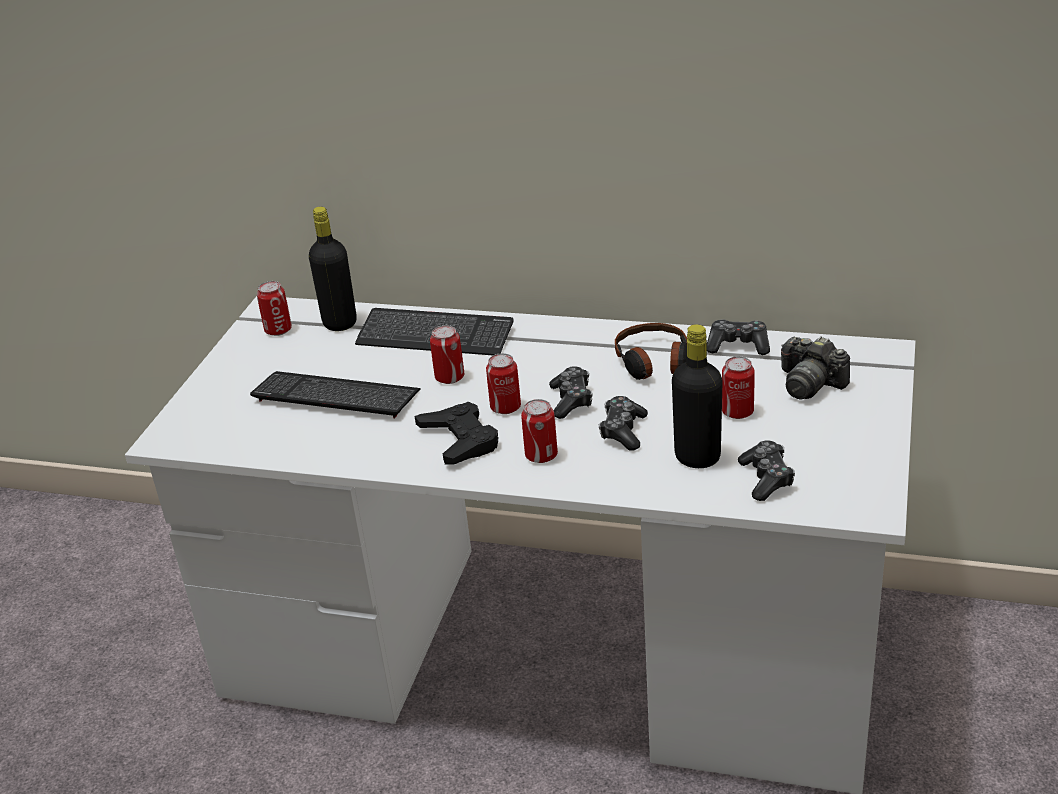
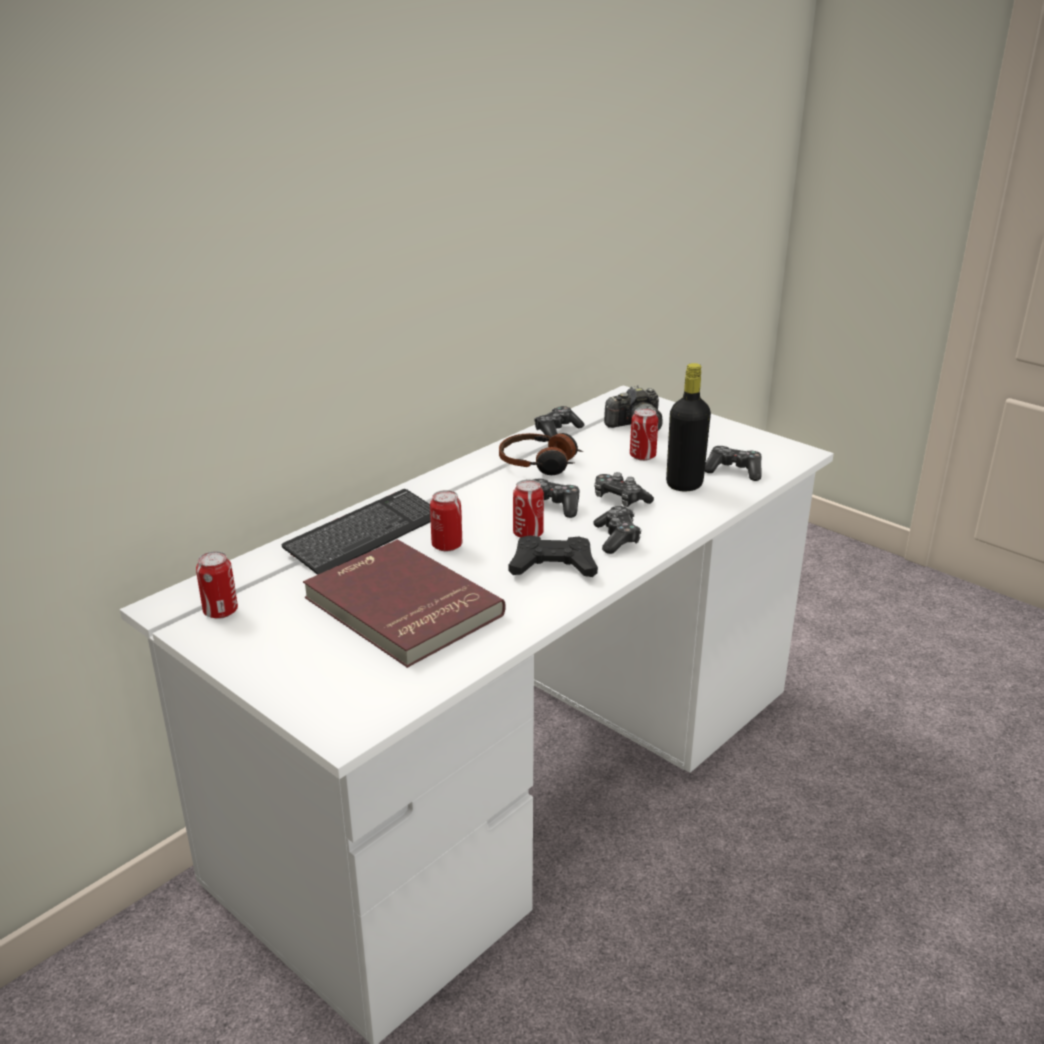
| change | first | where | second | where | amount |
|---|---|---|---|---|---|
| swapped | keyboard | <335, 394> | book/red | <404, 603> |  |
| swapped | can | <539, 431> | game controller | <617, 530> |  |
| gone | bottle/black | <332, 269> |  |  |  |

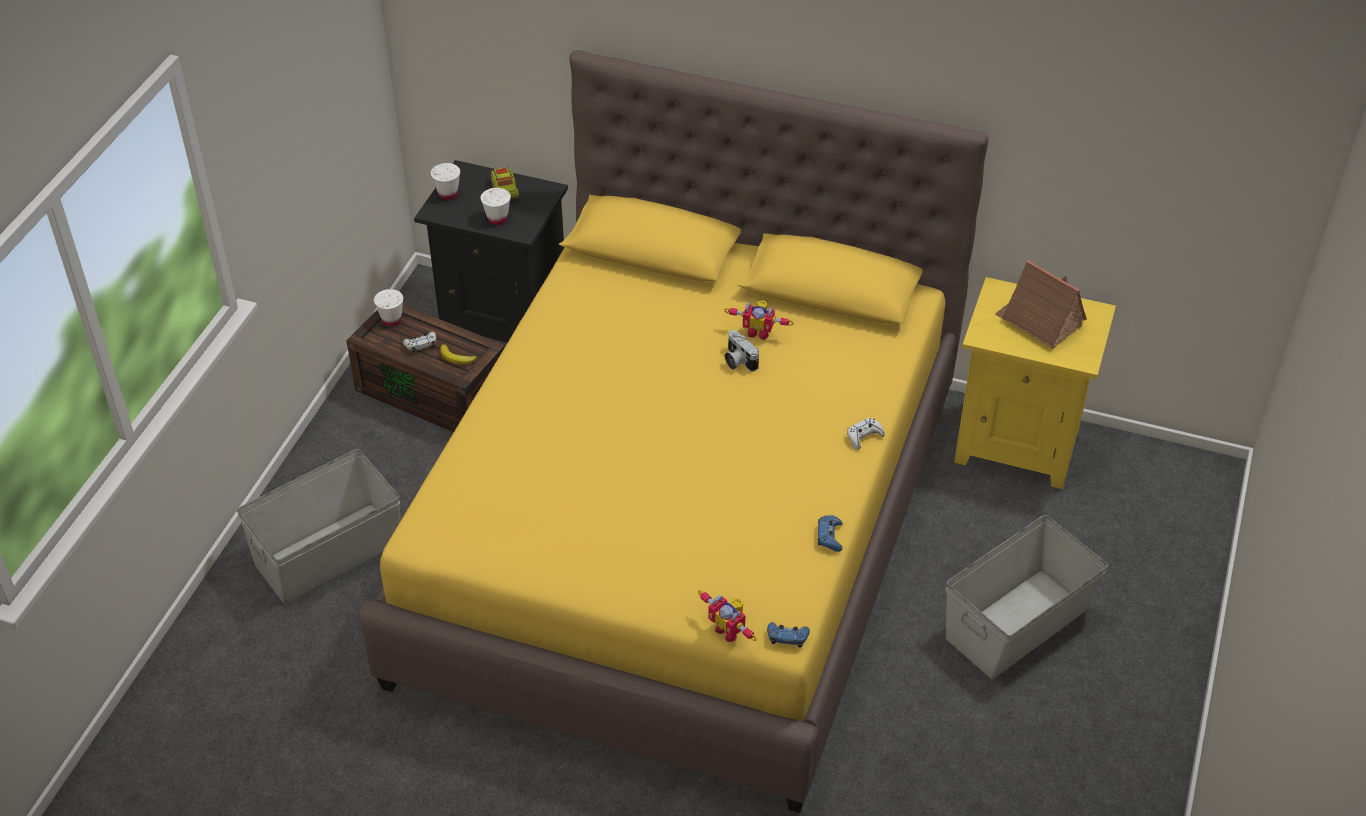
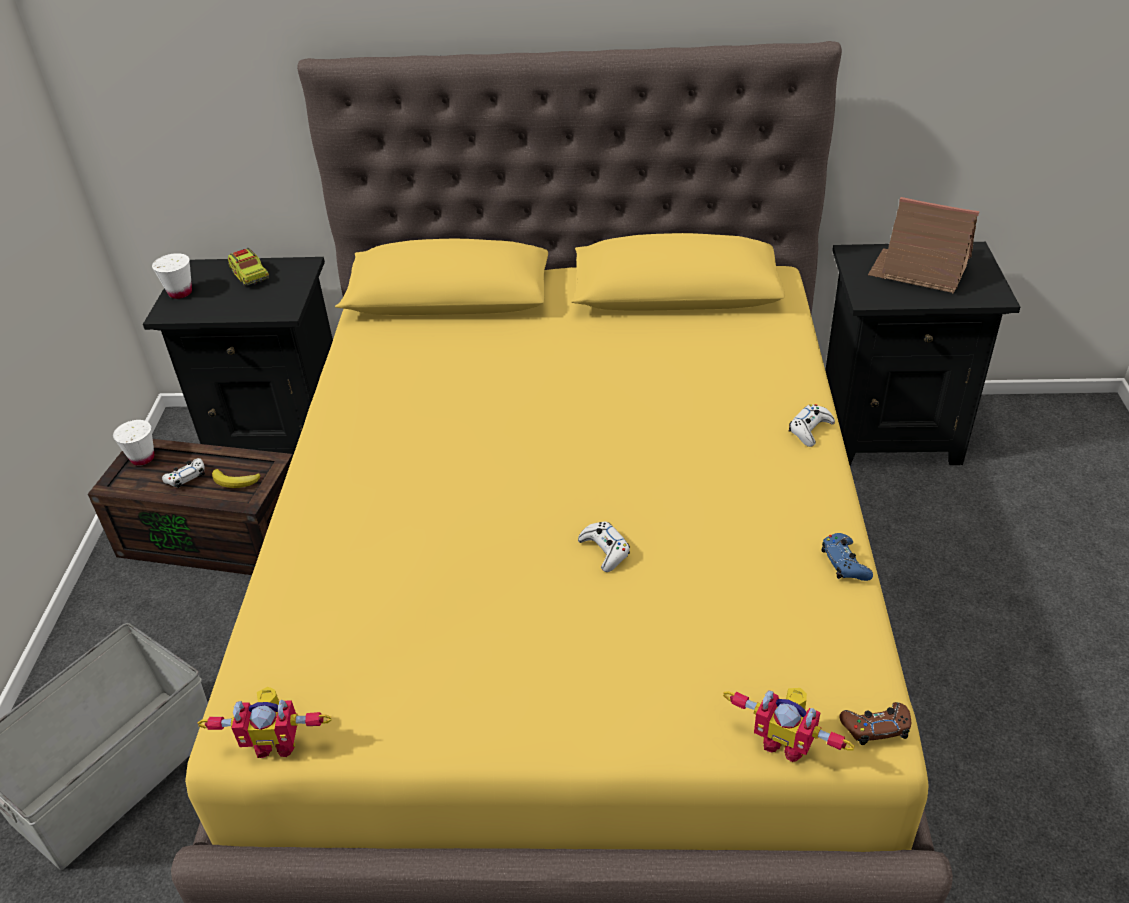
| change | first | where | second | where | amount |
|---|---|---|---|---|---|
| shifted | toy robot | <759, 320> |  | <264, 722> |  |
| new |  |  | game controller/white | <604, 547> |  |
| repainted | nightstand/yellow | <1035, 383> | nightstand/black | <922, 353> |  |
| repainted | game controller/blue | <788, 635> | game controller/brown | <875, 723> |  |
| gone | cup/white | <496, 206> |  |  |  |
| gone | photo camera | <742, 351> |  |  |  |
| gone | storage box/grey | <1027, 597> |  |  |  |

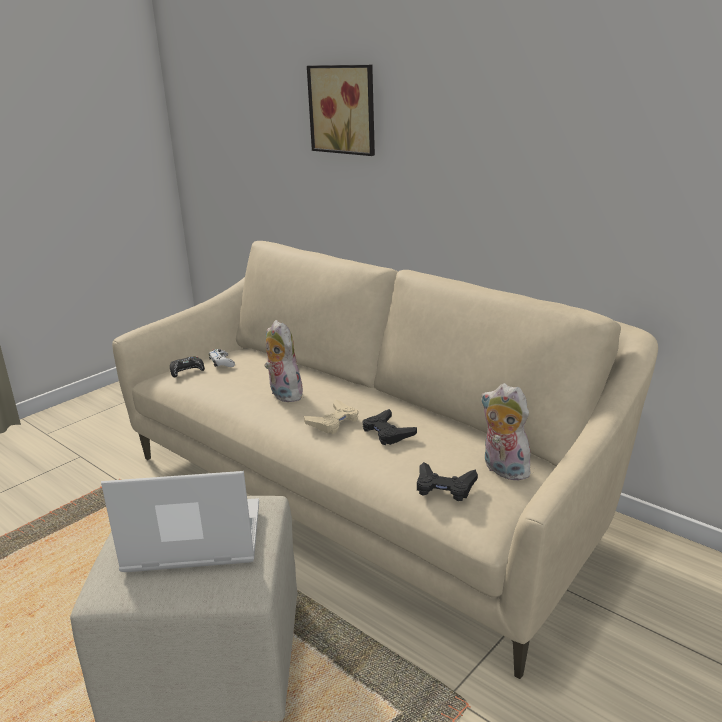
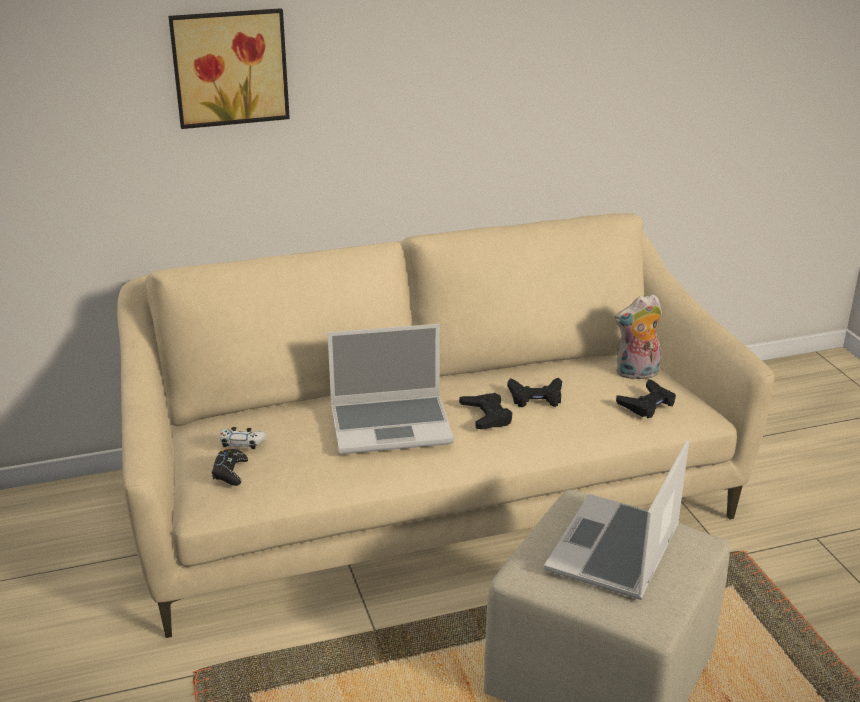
| change | first | where | second | where | amount |
|---|---|---|---|---|---|
| swapped | plush toy | <283, 361> | laptop | <390, 389> |  |
| repainted | game controller/beige | <331, 416> | game controller/black | <485, 411> |  |

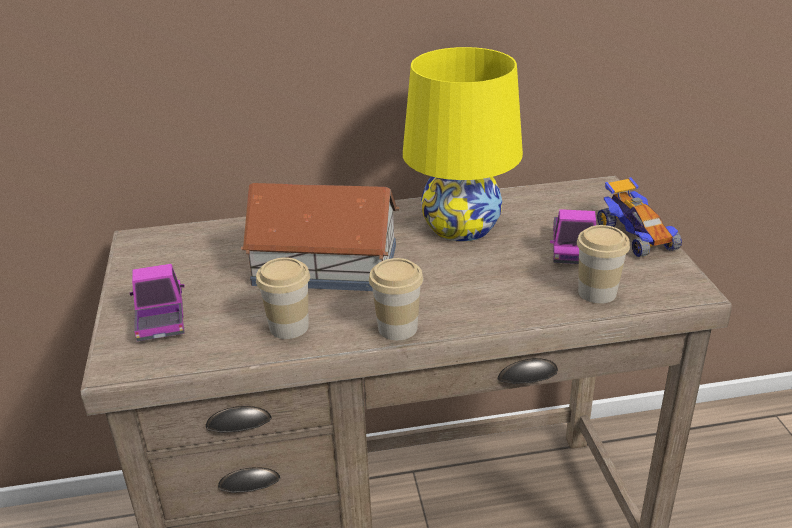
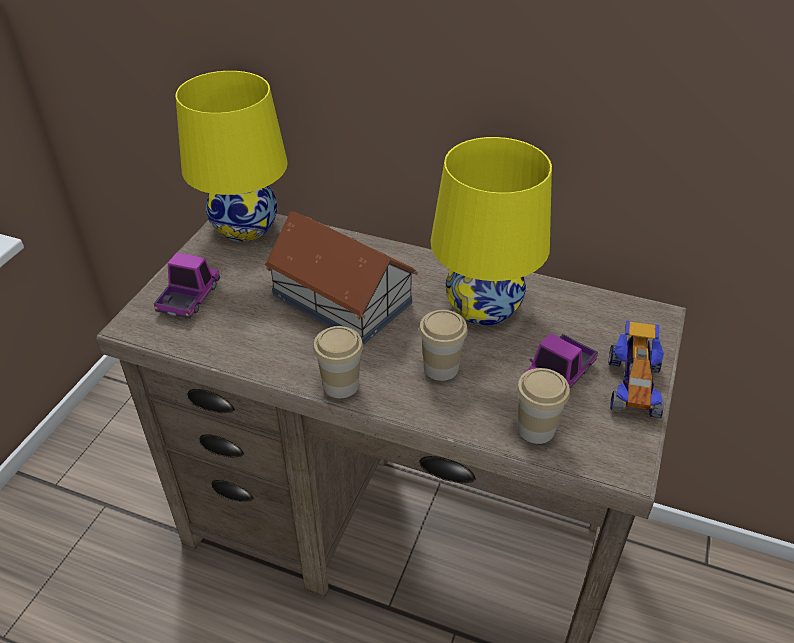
| change | first | where | second | where | amount |
|---|---|---|---|---|---|
| new |  |  | table lamp/yellow | <232, 156> |  |
| shifted | cup | <283, 298> |  | <443, 345> |  |

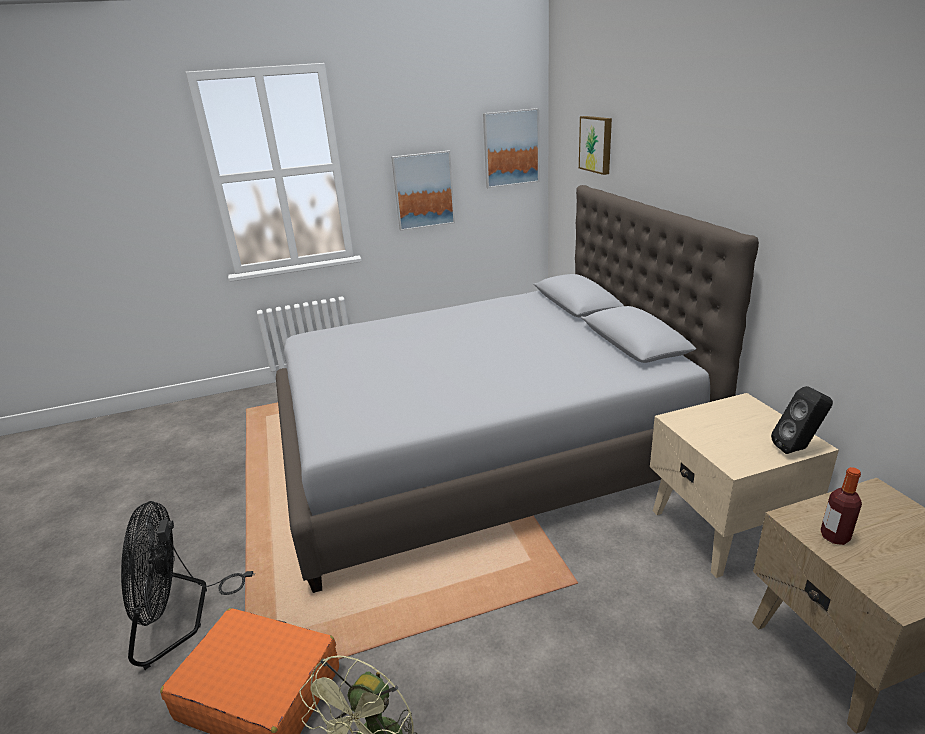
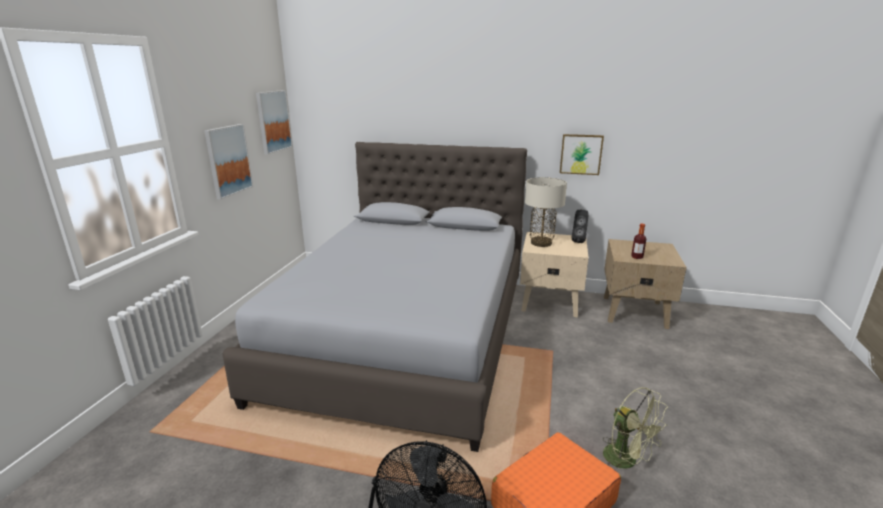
| change | first | where | second | where | amount |
|---|---|---|---|---|---|
| new |  |  | table lamp | <546, 212> |  |
| shifted | picture | <595, 145> |  | <582, 154> |  |

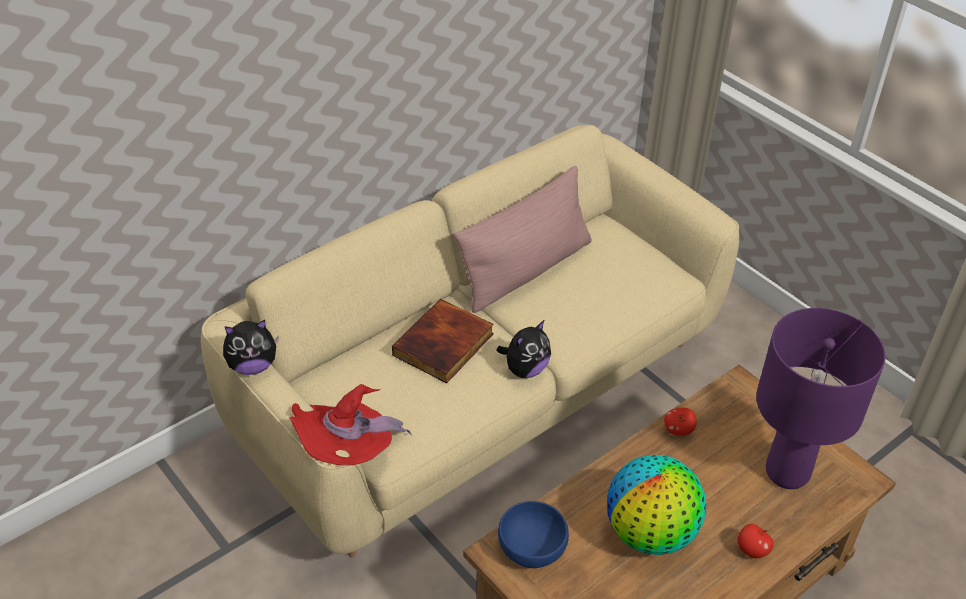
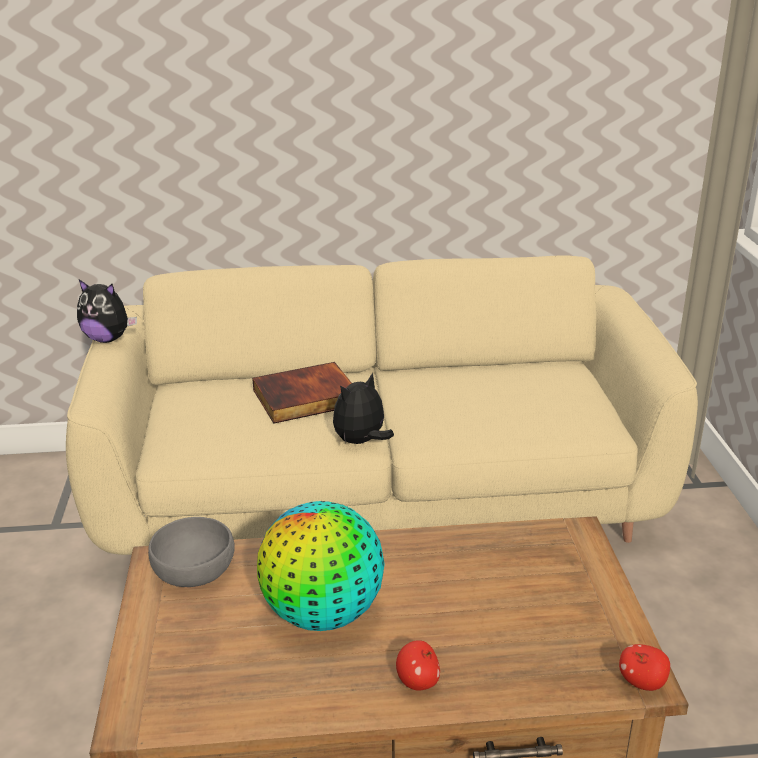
| change | first | where | second | where | amount |
|---|---|---|---|---|---|
| repainted | bowl/blue | <533, 534> | bowl/grey | <191, 552> |  |
| rotated | plush toy | <523, 349> |  | <363, 408> | 150 degrees clockwise |
| shifted | apple | <680, 422> |  | <644, 667> |  |
| gone | hat/red | <350, 425> |  |  |  |
| gone | pillow/pink | <523, 239> |  |  |  |
| gone | table lamp/purple | <821, 398> |  |  |  |

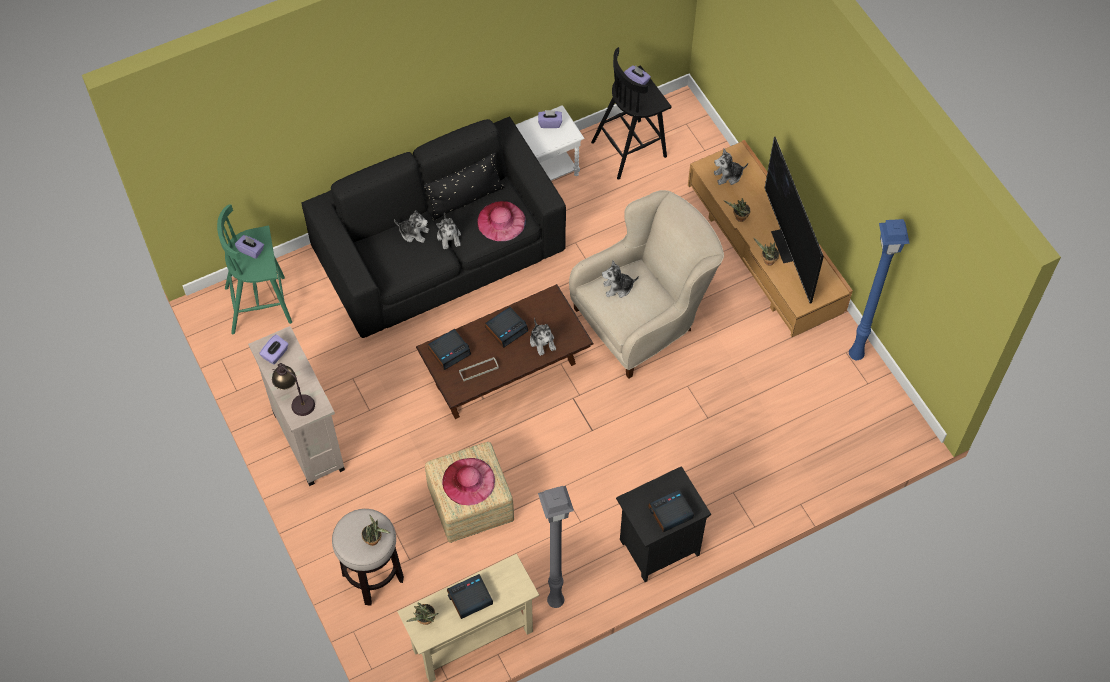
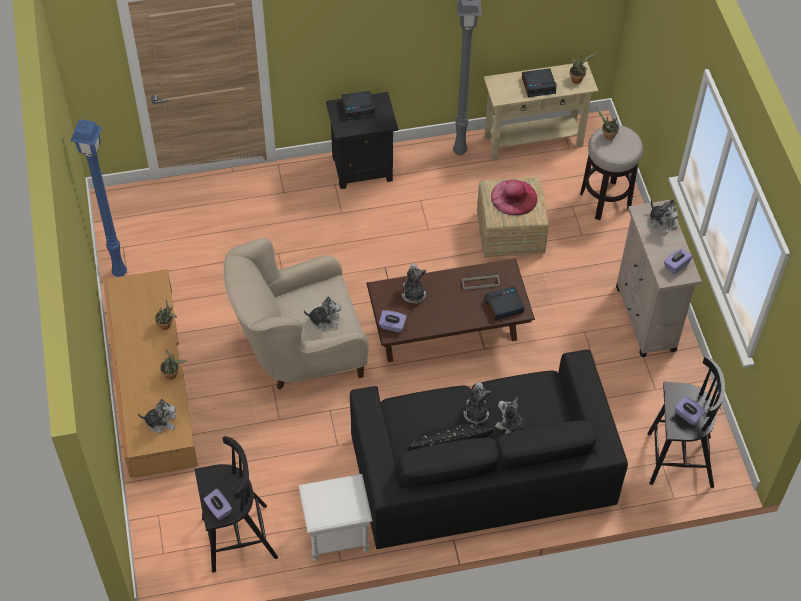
| change | first | where | second | where | amount |
|---|---|---|---|---|---|
| shifted | tissue box/purple | <550, 119> |  | <393, 321> |  |
| repainted | stool/green | <254, 269> | stool/black | <686, 422> |  |
| swapped | table lamp | <293, 389> | plush toy | <663, 217> |  |
| gone | hat/pink | <501, 221> |  |  |  |
| gone | alarm clock | <506, 327> |  |  |  |
| gone | television | <794, 220> |  |  |  |

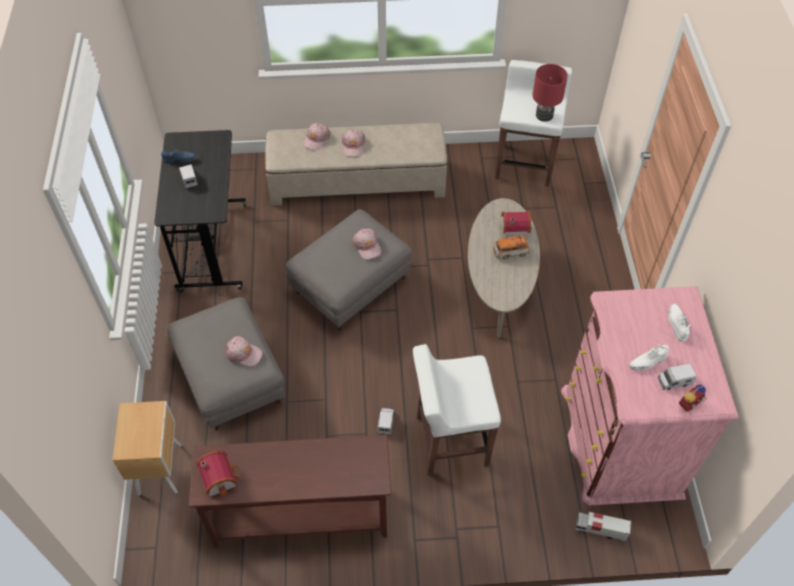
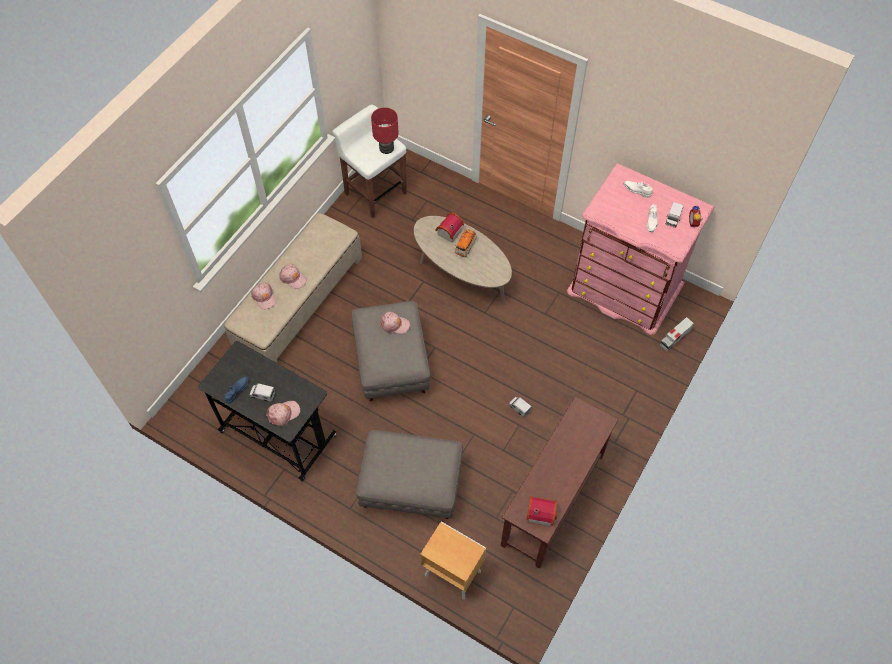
| change | first | where | second | where | amount |
|---|---|---|---|---|---|
| shifted | cap/pink | <244, 351> |  | <283, 413> |  |
| gone | stool/white | <457, 409> |  |  |  |

